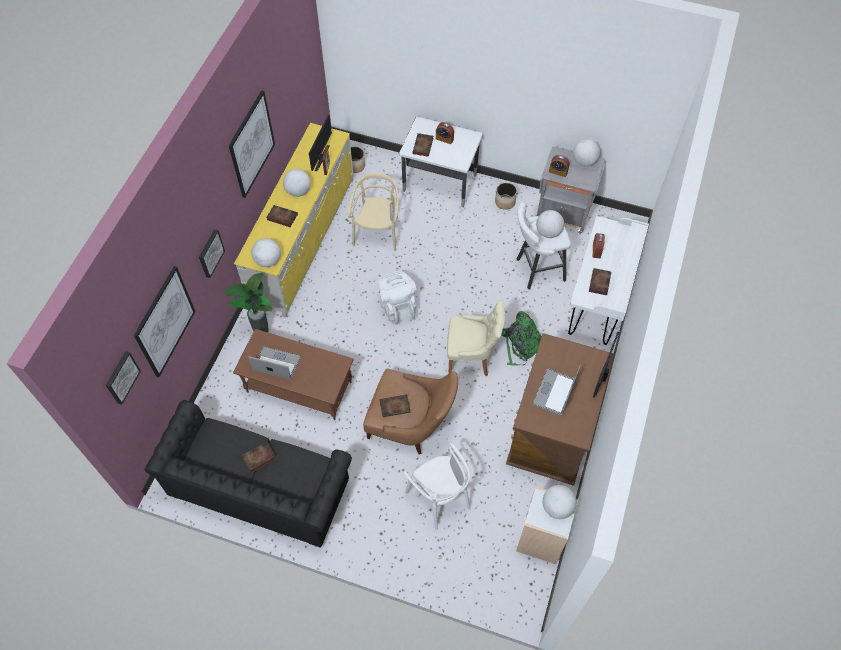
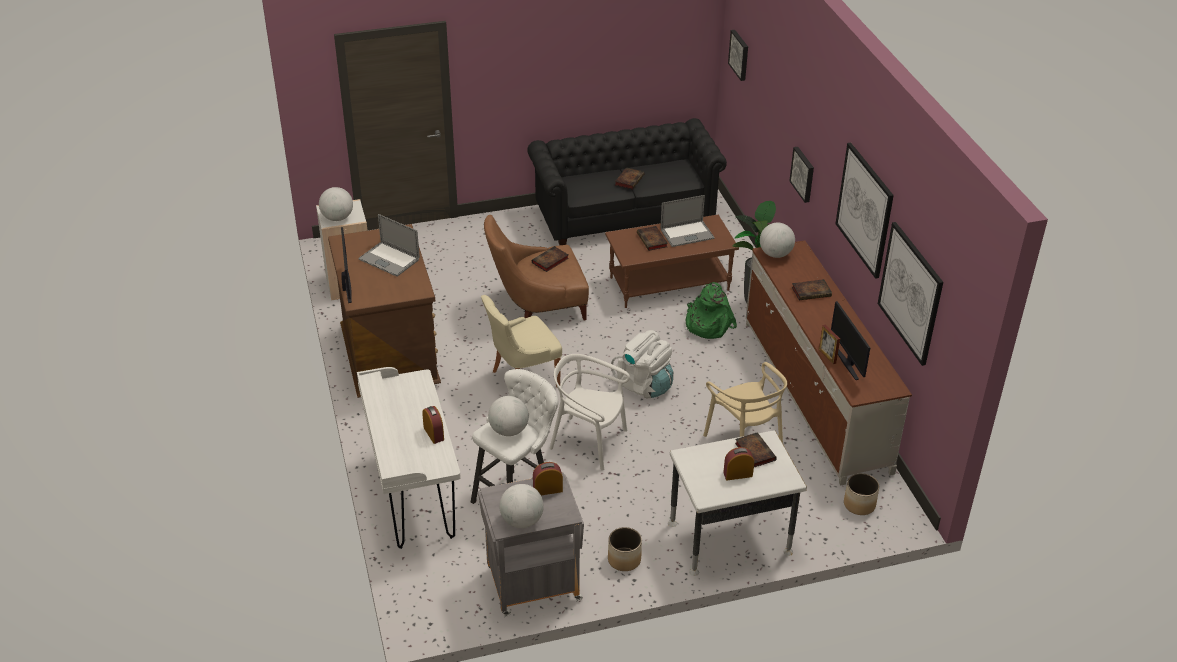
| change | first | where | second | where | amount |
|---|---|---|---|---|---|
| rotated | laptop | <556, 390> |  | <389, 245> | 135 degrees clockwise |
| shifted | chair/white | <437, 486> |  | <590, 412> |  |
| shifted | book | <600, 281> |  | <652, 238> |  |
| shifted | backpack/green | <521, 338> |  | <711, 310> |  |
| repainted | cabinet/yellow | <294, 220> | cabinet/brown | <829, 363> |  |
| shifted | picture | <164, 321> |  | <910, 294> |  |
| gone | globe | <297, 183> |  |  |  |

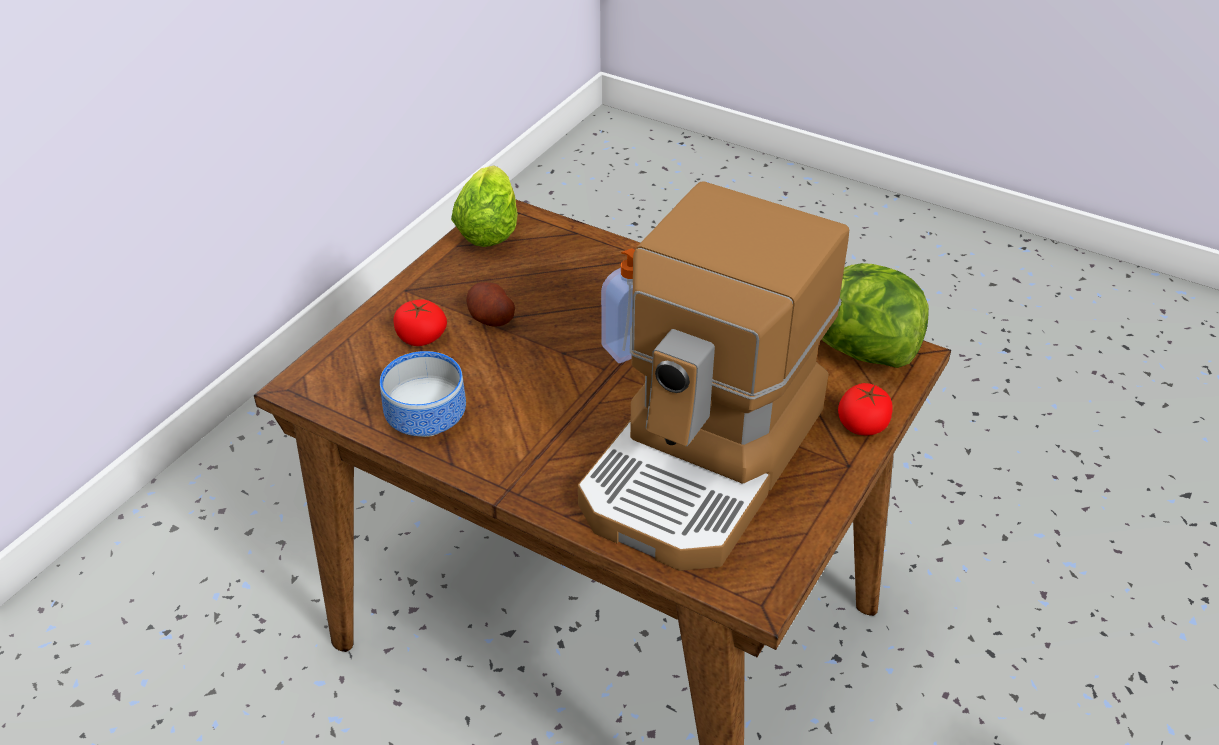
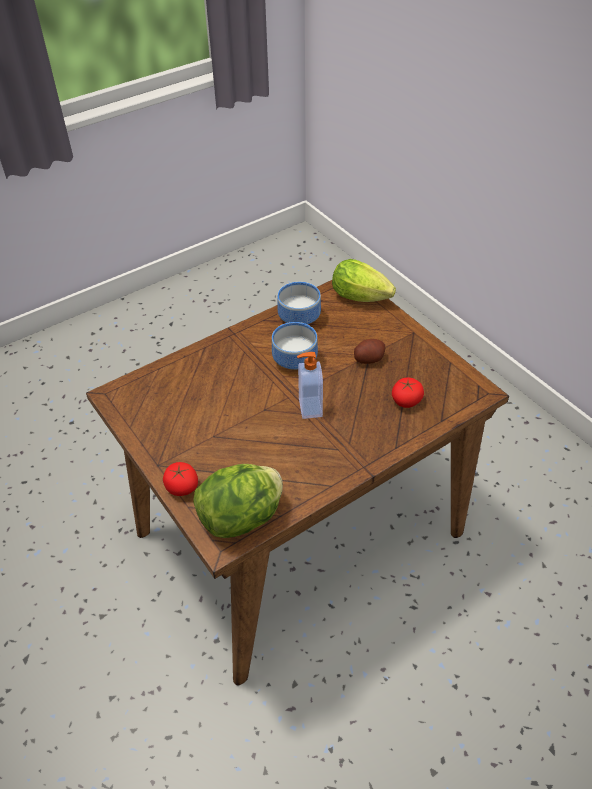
| change | first | where | second | where | amount |
|---|---|---|---|---|---|
| new |  |  | bowl | <295, 346> |  |
| shifted | lettuce | <484, 206> |  | <364, 280> |  |
| shifted | tomato | <420, 322> |  | <408, 392> |  |
| gone | coffee machine | <713, 376> |  |  |  |

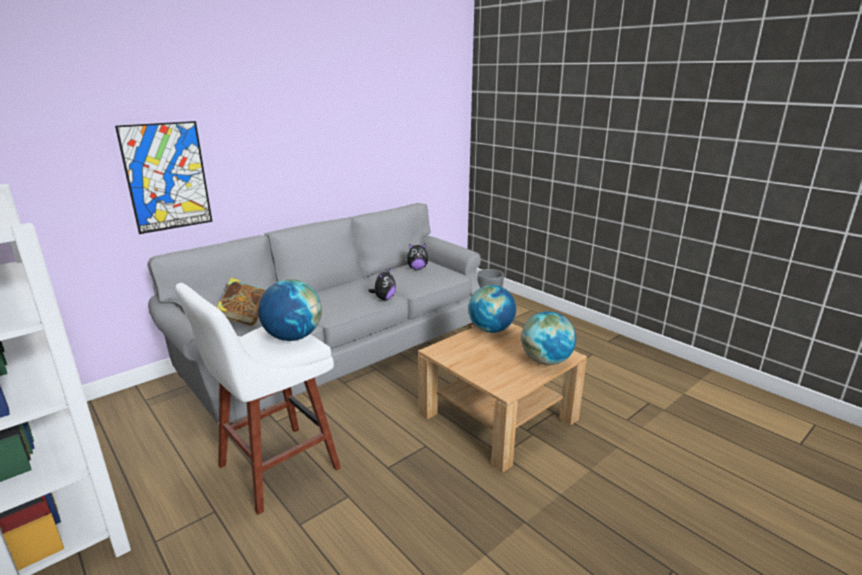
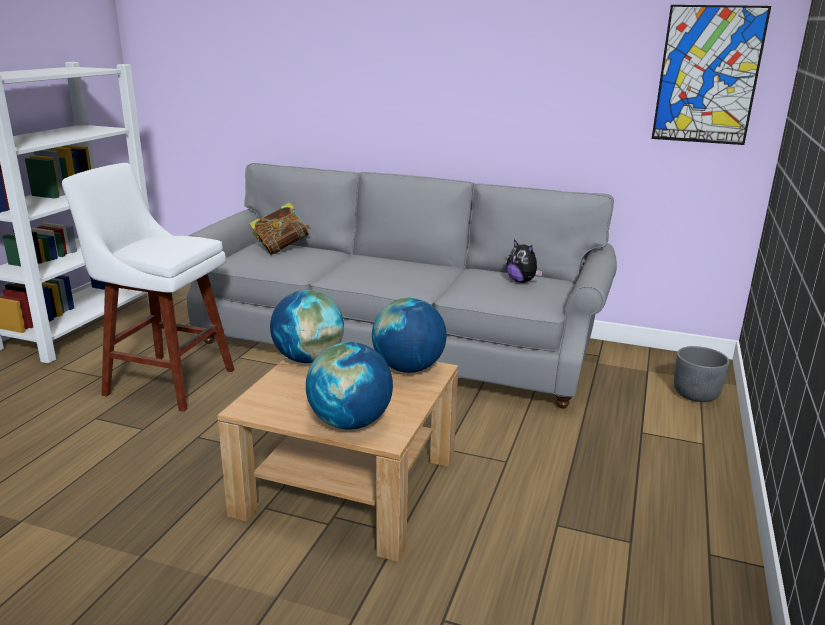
| change | first | where | second | where | amount |
|---|---|---|---|---|---|
| shifted | globe | <290, 310> |  | <307, 326> |  |
| shifted | picture | <163, 177> |  | <711, 75> |  |
| gone | plush toy | <382, 284> |  |  |  |

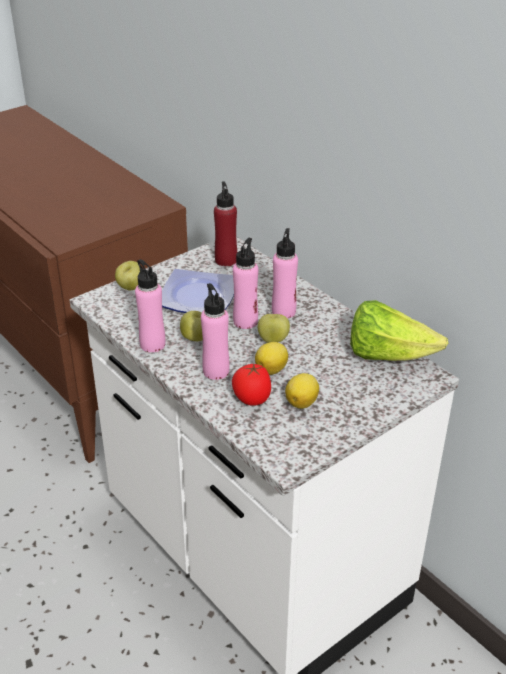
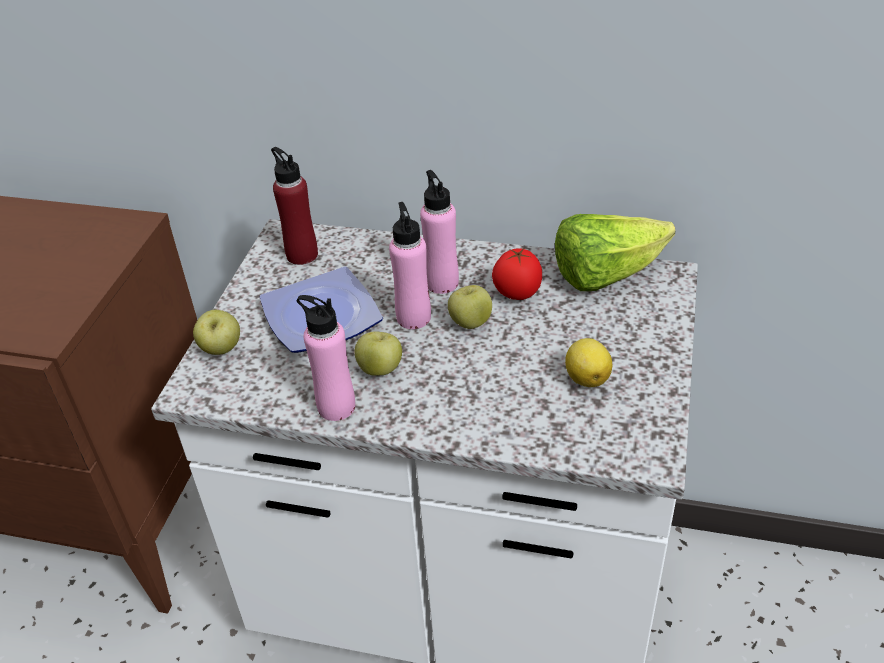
| change | first | where | second | where | amount |
|---|---|---|---|---|---|
| shifted | tomato | <251, 384> |  | <517, 274> |  |
| gone | bottle/pink | <215, 331> |  |  |  |
| gone | lemon | <271, 358> |  |  |  |

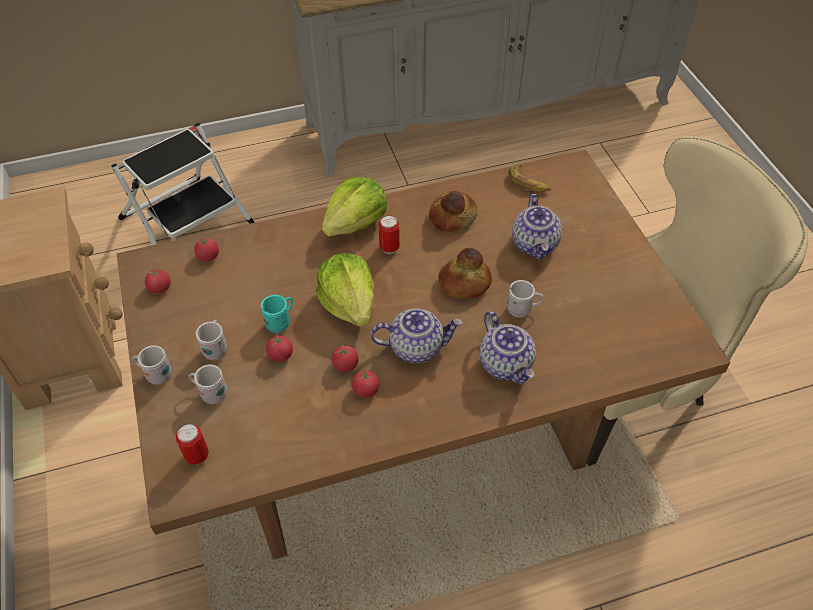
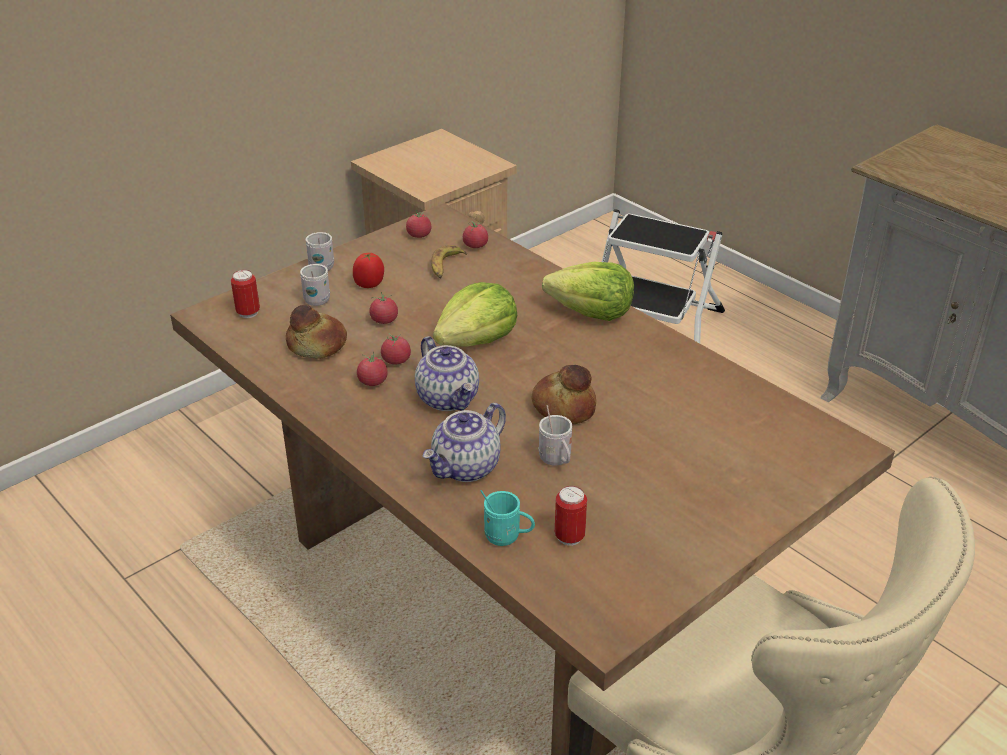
| change | first | where | second | where | amount |
|---|---|---|---|---|---|
| shifted | bread | <453, 211> |  | <316, 332> |  |
| swapped | mug/white | <211, 340> | tomato | <368, 270> |  |
| shifted | banana | <529, 178> |  | <449, 262> |  |
| shifted | mug/turquoise | <277, 314> |  | <508, 518> |  |
| shifted | can | <389, 234> |  | <571, 516> |  |
| gone | teapot | <537, 227> |  |  |  |

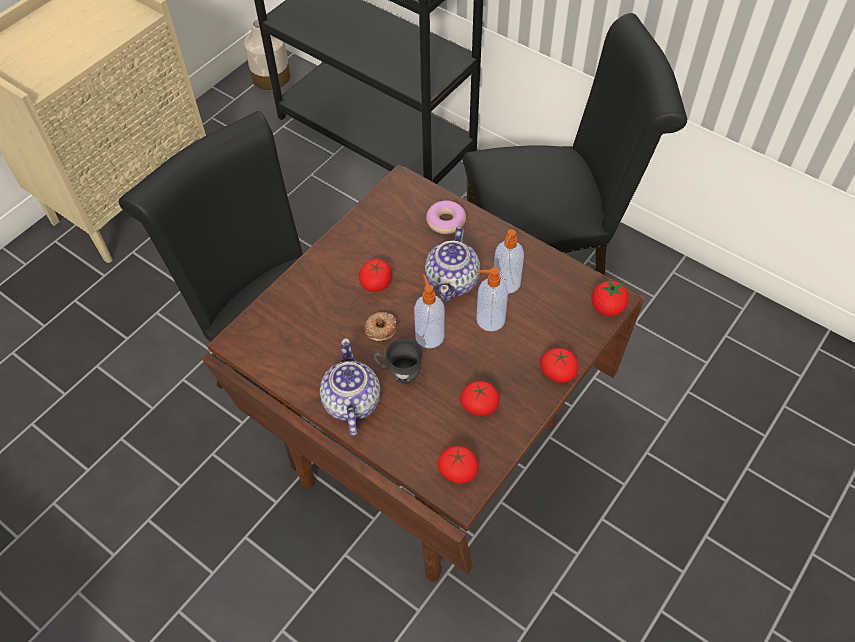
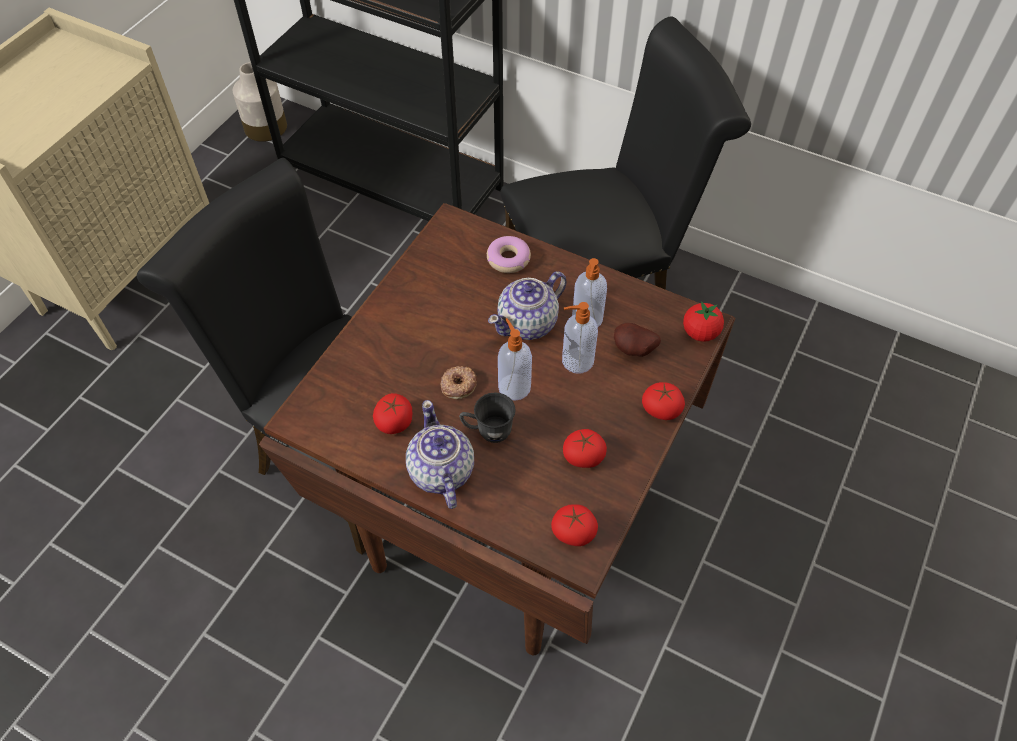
| change | first | where | second | where | amount |
|---|---|---|---|---|---|
| shifted | tomato | <375, 275> |  | <392, 413> |  |
| rotated | teapot | <452, 263> |  | <527, 305> | 45 degrees clockwise |
| new |  |  | potato | <637, 340> |  |

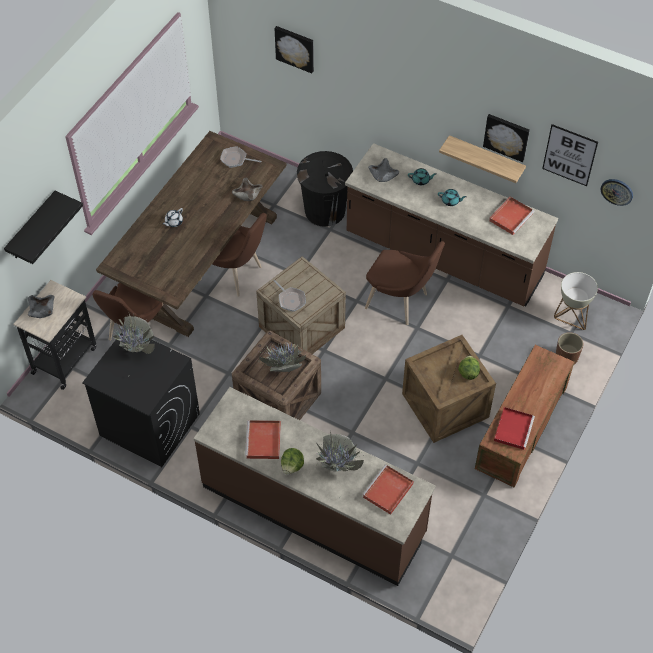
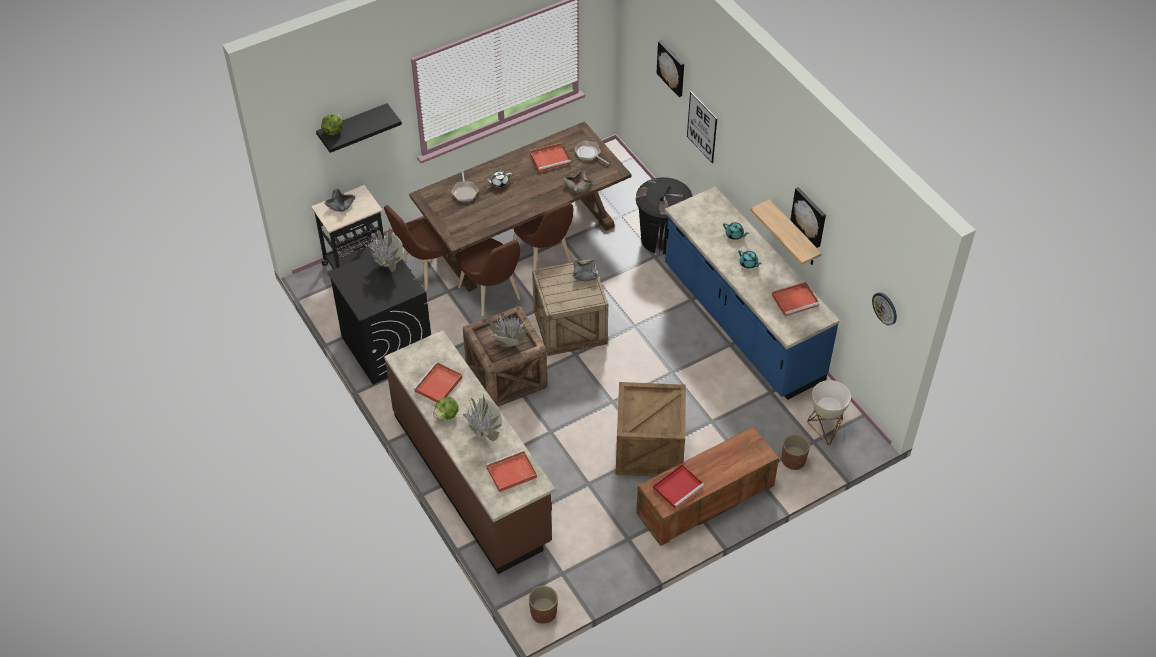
| change | first | where | second | where | amount |
|---|---|---|---|---|---|
| shifted | lettuce | <469, 367> |  | <332, 124> |  |
| shifted | frying pan | <289, 295> |  | <465, 185> |  |
| shifted | chair/brown | <405, 283> |  | <489, 277> |  |
| new |  |  | planter/brown | <543, 604> |  |
| new |  |  | tray/red | <550, 157> |  |
| shifted | bowl/grey | <383, 170> |  | <585, 270> |  |
| repainted | counter/brown | <451, 224> | counter/blue | <752, 293> |  |
| shifted | picture | <570, 155> |  | <702, 127> |  |

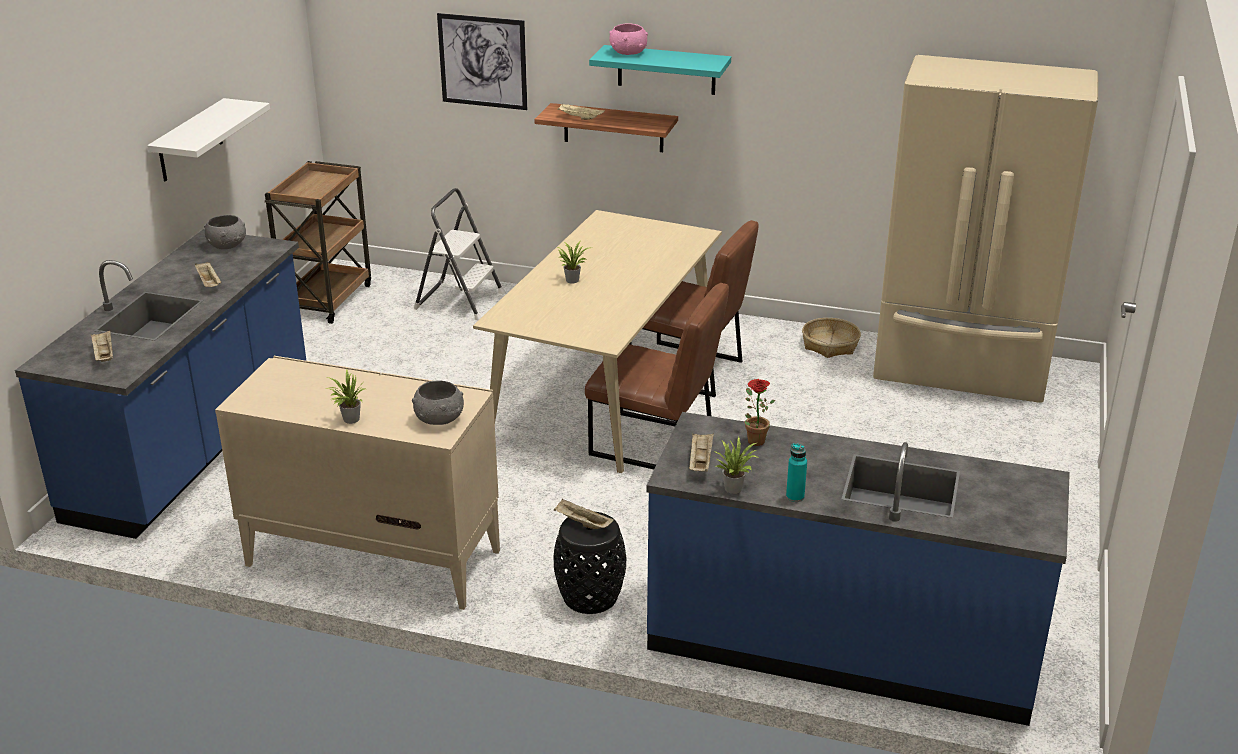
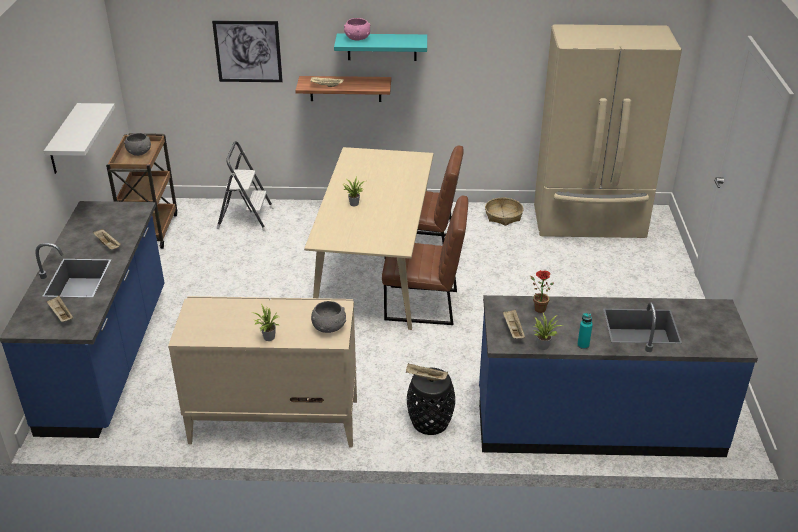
| change | first | where | second | where | amount |
|---|---|---|---|---|---|
| shifted | bowl/grey | <225, 232> |  | <137, 144> |  |

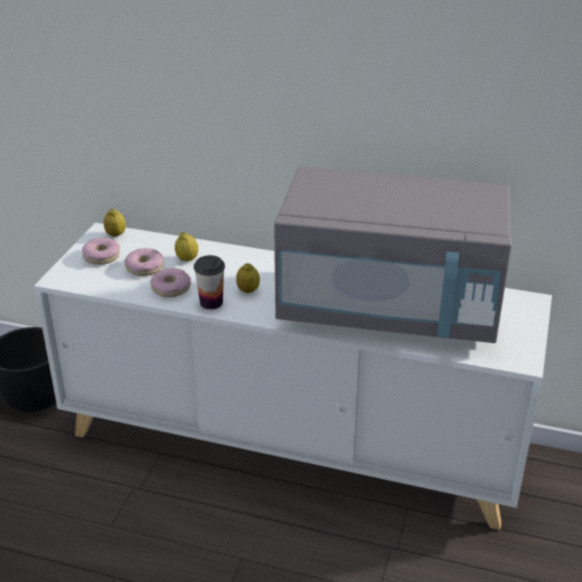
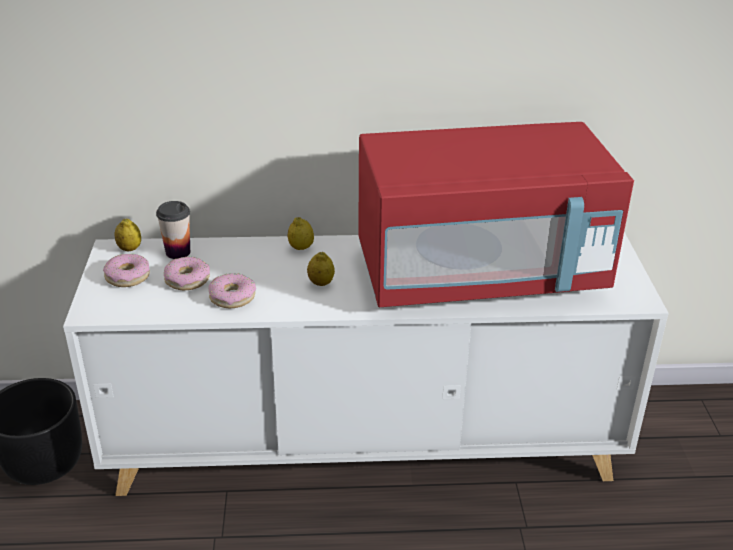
| change | first | where | second | where | amount |
|---|---|---|---|---|---|
| shifted | cup | <209, 282> |  | <173, 230> |  |
| shifted | lemon | <186, 246> |  | <301, 233> |  |
| repainted | microwave/grey | <393, 255> | microwave/red | <496, 214> |  |

